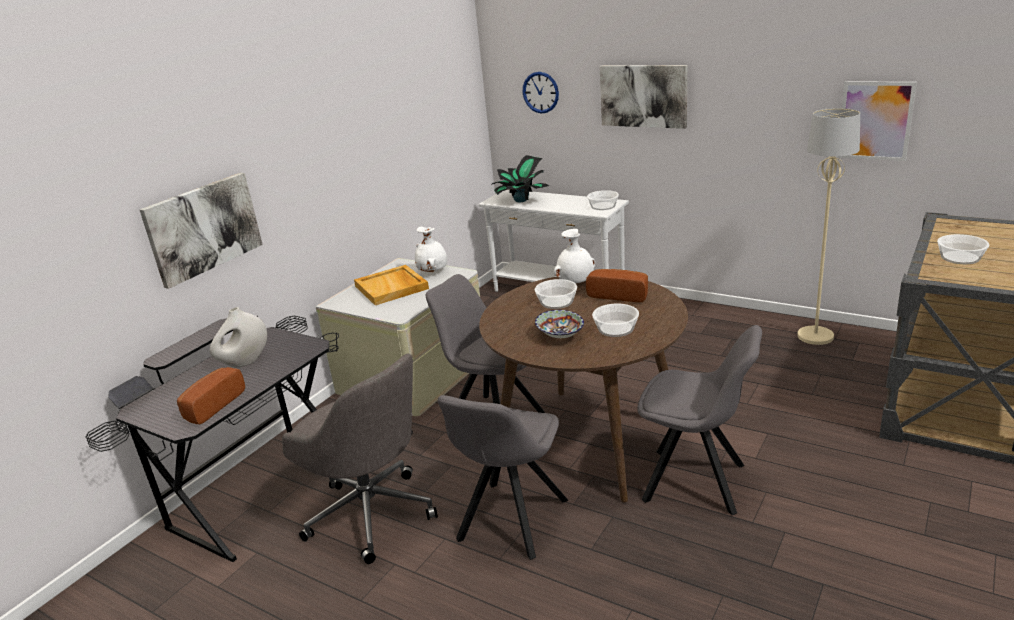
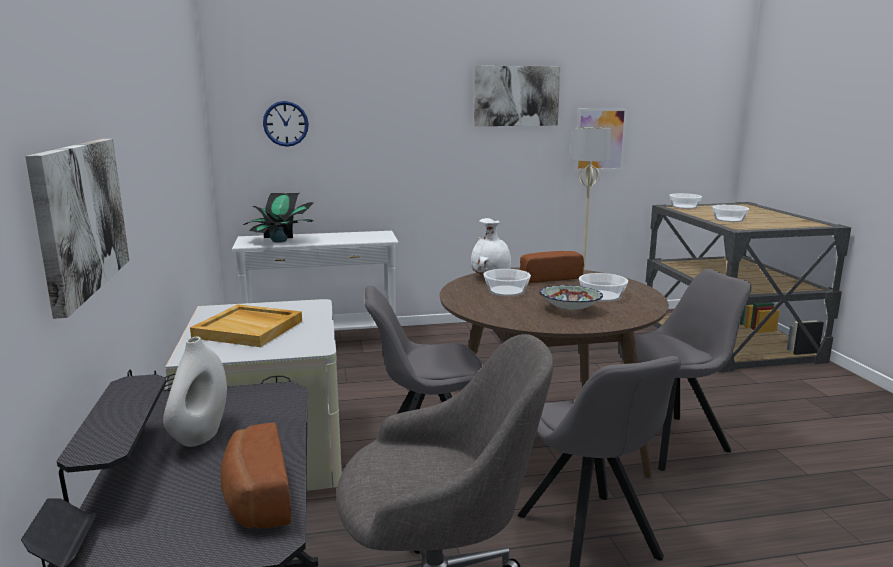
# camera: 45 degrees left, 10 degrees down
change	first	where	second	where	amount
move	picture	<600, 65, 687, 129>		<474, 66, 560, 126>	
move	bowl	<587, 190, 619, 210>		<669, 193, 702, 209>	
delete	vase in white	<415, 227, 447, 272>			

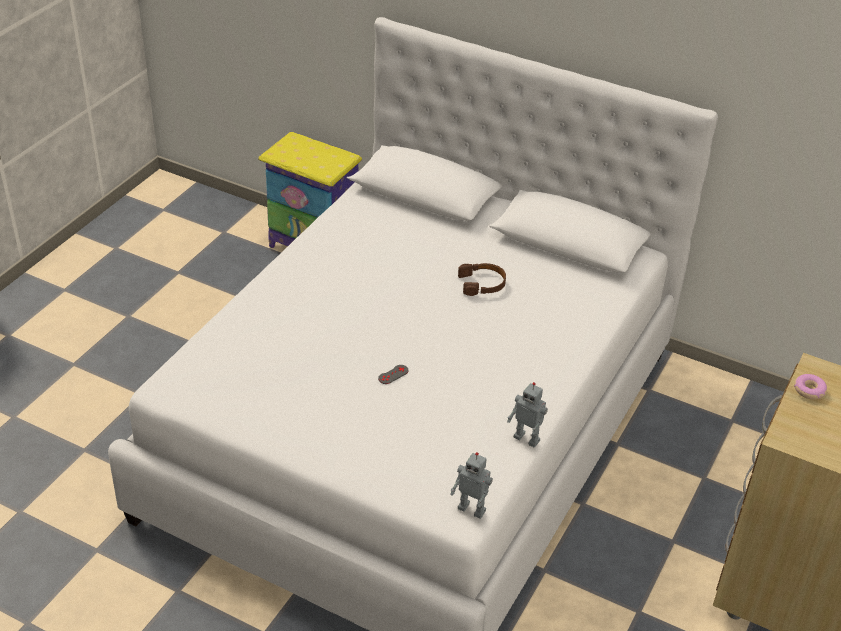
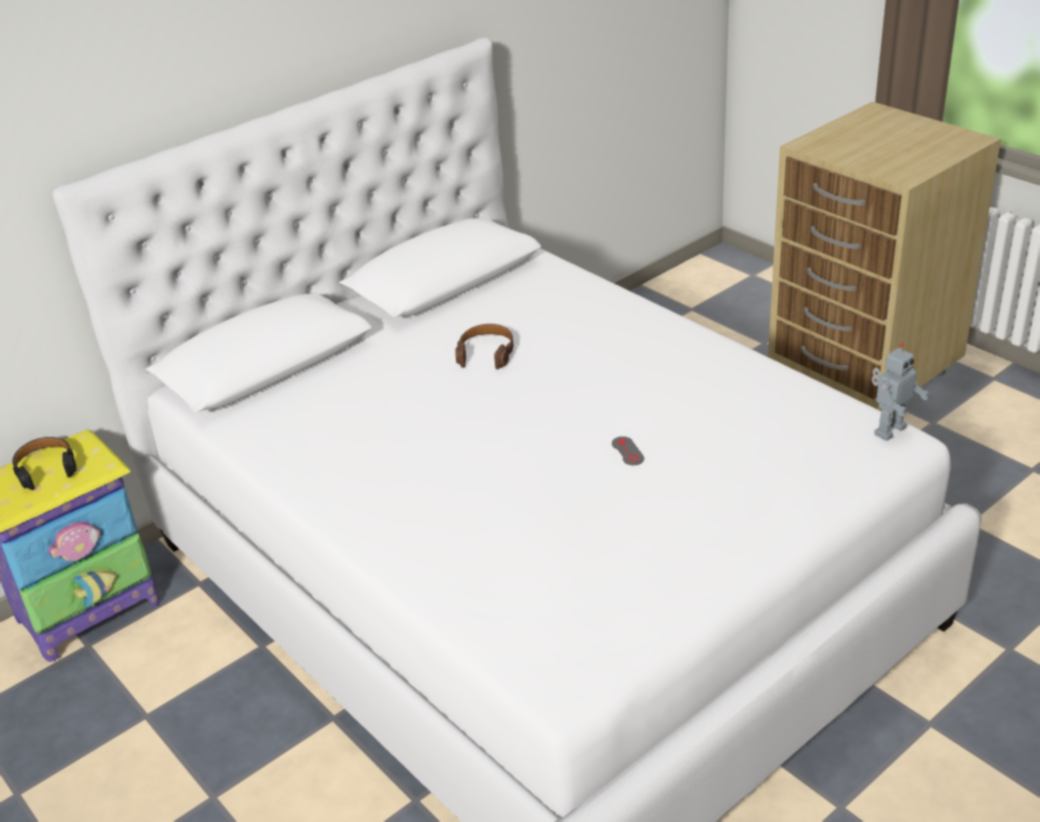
# camera: 65 degrees left, 5 degrees down
change	first	where	second	where	amount
insert			headphones in black	<12, 437, 77, 490>	
delete	toy robot	<507, 382, 548, 447>			
delete	donut	<794, 374, 827, 399>			

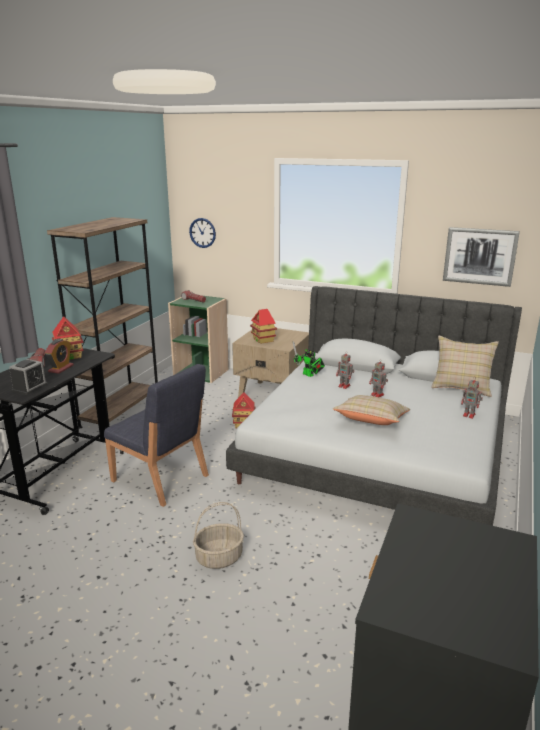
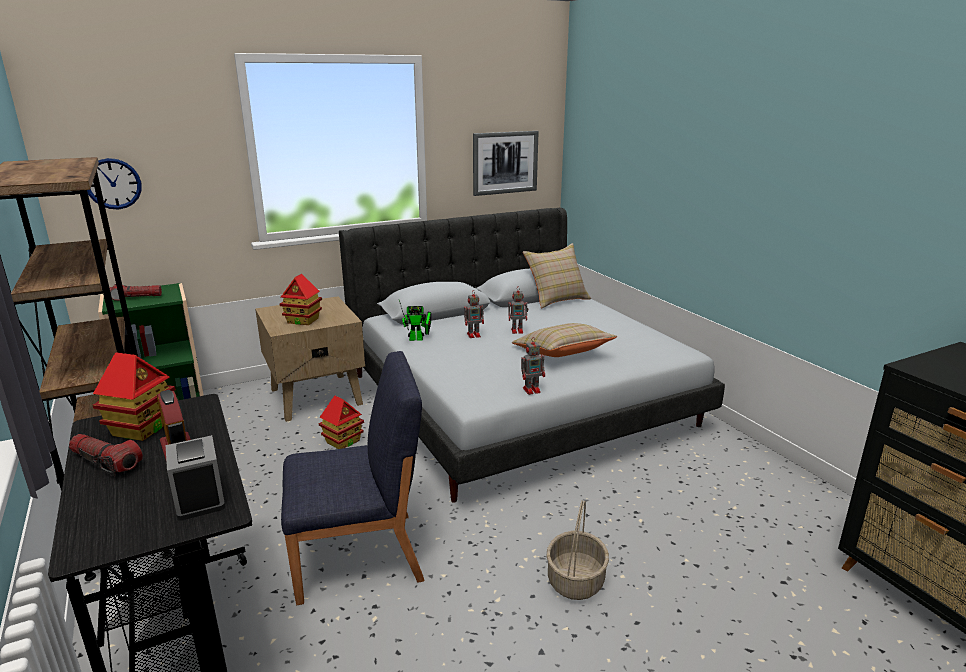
# camera: 50 degrees left, 0 degrees up
change	first	where	second	where	amount
move	toy robot	<461, 377, 483, 419>		<521, 337, 545, 395>	

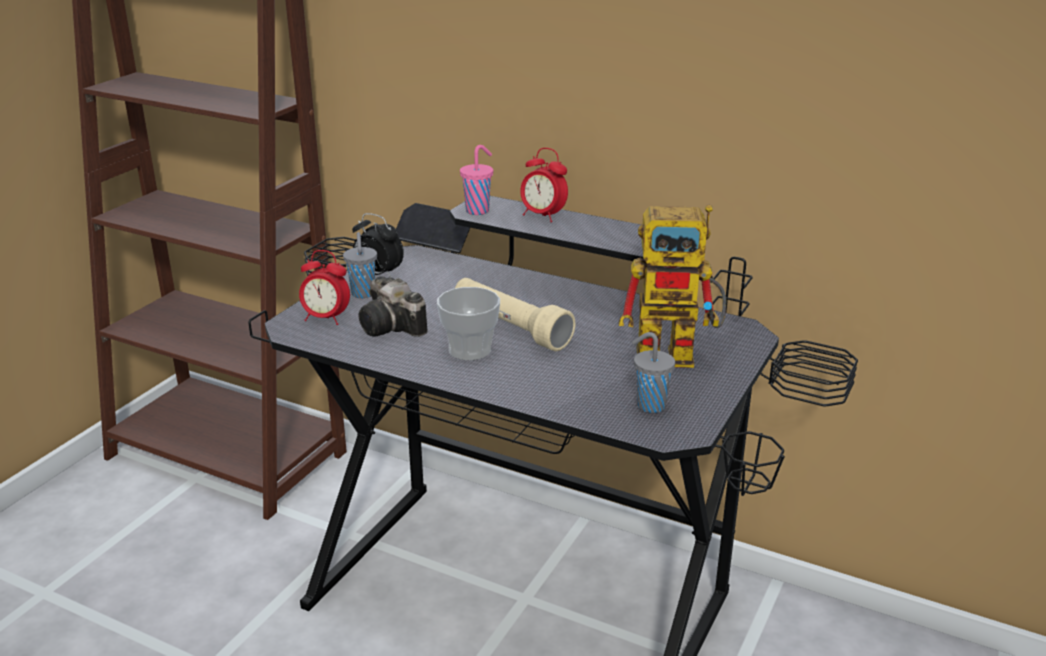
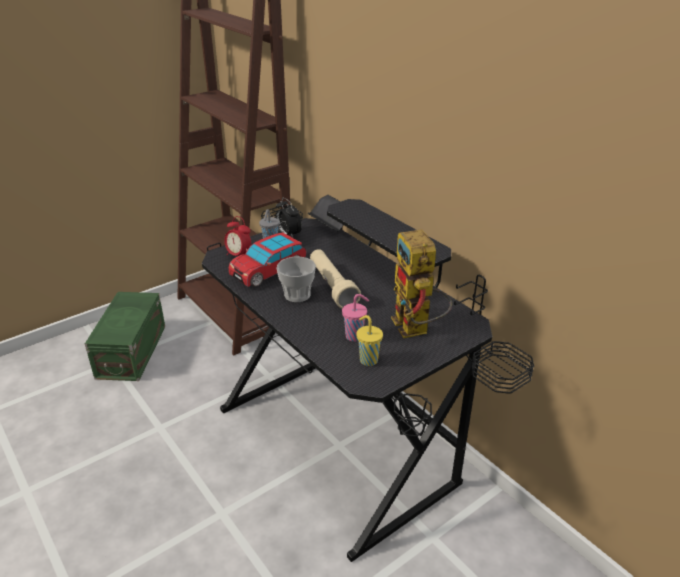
# camera: 25 degrees right, 5 degrees up
change	first	where	second	where	amount
insert			storage box in green	<85, 292, 165, 381>	
replace	photo camera	<358, 276, 427, 337>	toy car	<229, 233, 306, 287>	
move	cup in pink	<460, 145, 493, 215>		<342, 294, 369, 342>	
recolor	cup in grey	<632, 332, 675, 413>	cup in yellow	<356, 315, 383, 366>	
rotate	toy robot	<619, 204, 726, 368>		<391, 229, 452, 338>	45 degrees clockwise
delete	alarm clock	<520, 148, 568, 222>			

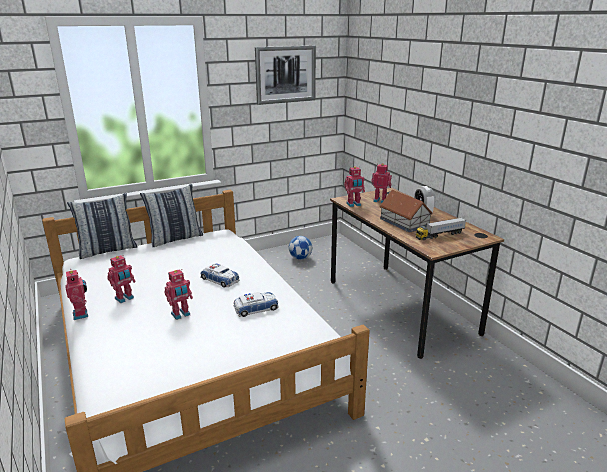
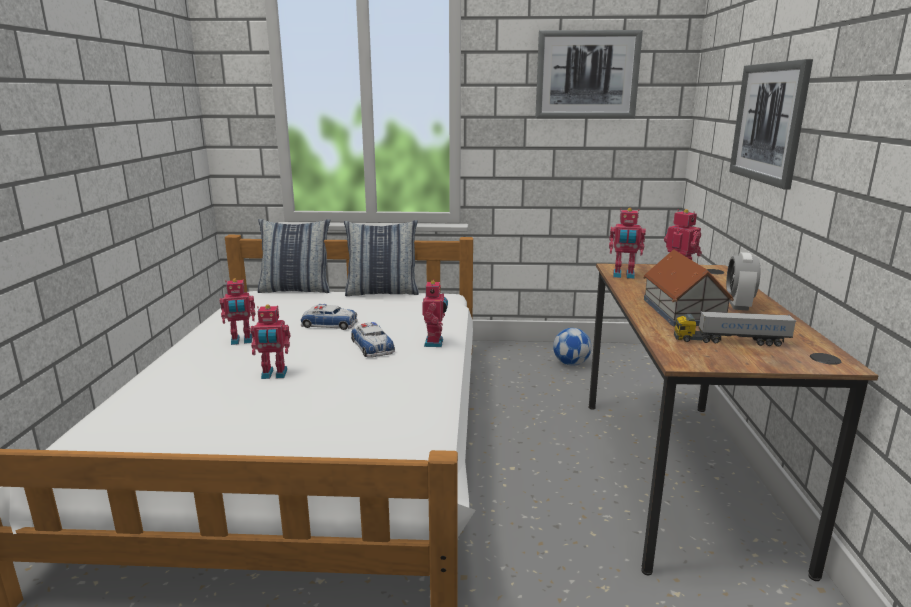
# camera: 30 degrees right, 5 degrees down
change	first	where	second	where	amount
move	toy car	<234, 292, 279, 317>		<301, 304, 358, 330>	
move	toy robot	<65, 270, 88, 320>		<422, 279, 448, 347>	
insert			picture	<729, 59, 813, 189>	

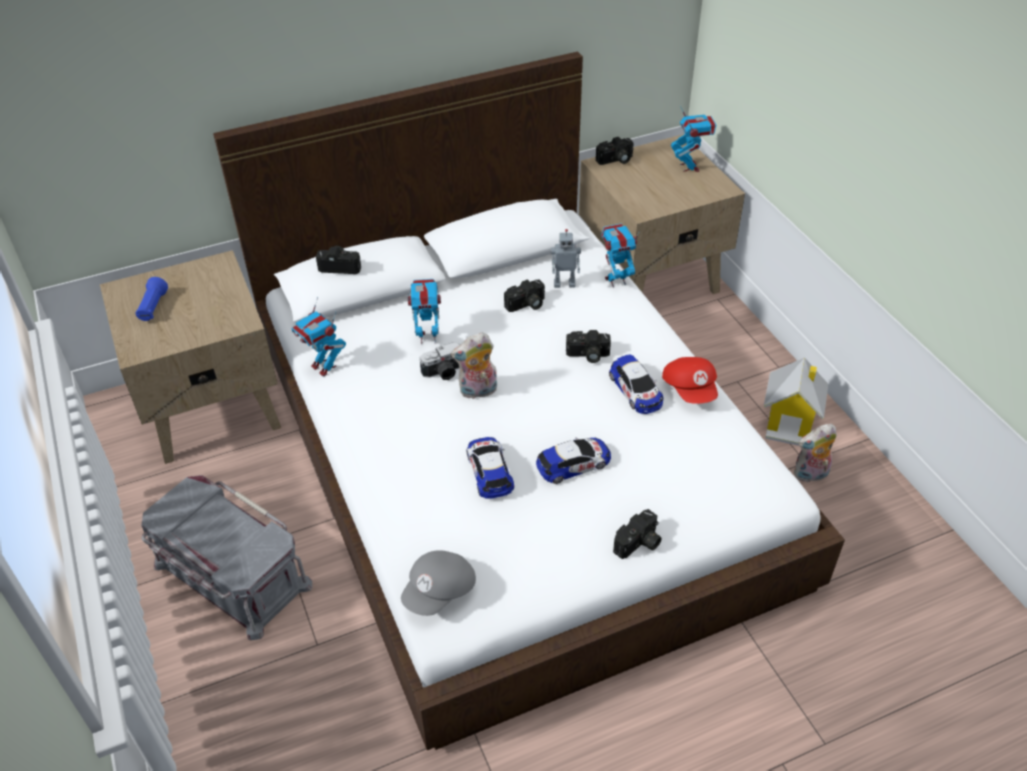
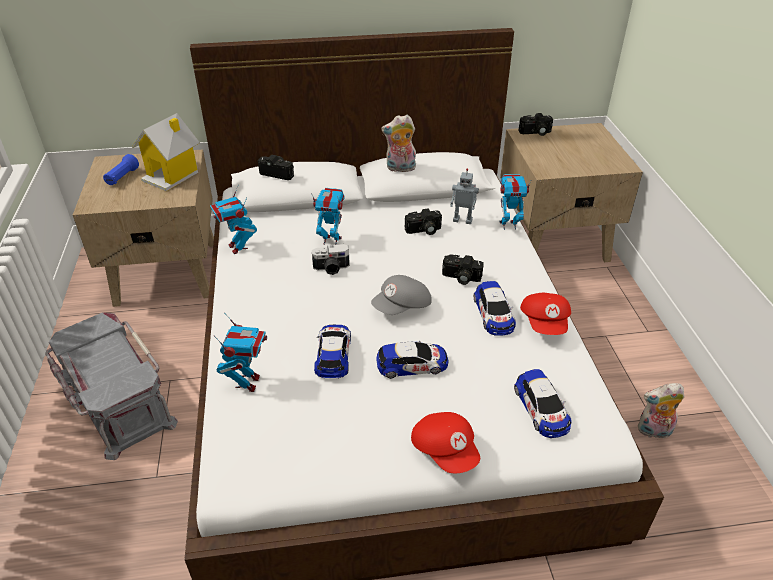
# camera: 15 degrees right, 5 degrees down
change	first	where	second	where	amount
move	toy house	<764, 357, 828, 446>		<132, 113, 200, 191>	
move	toy robot	<671, 106, 716, 172>		<214, 312, 267, 392>	
move	cap in grey	<401, 550, 476, 616>		<371, 275, 432, 315>	
move	plush toy	<451, 332, 497, 399>		<381, 115, 416, 172>	
replace	photo camera	<613, 509, 662, 559>	cap in red	<411, 412, 480, 473>	
insert			toy car	<514, 369, 572, 438>	

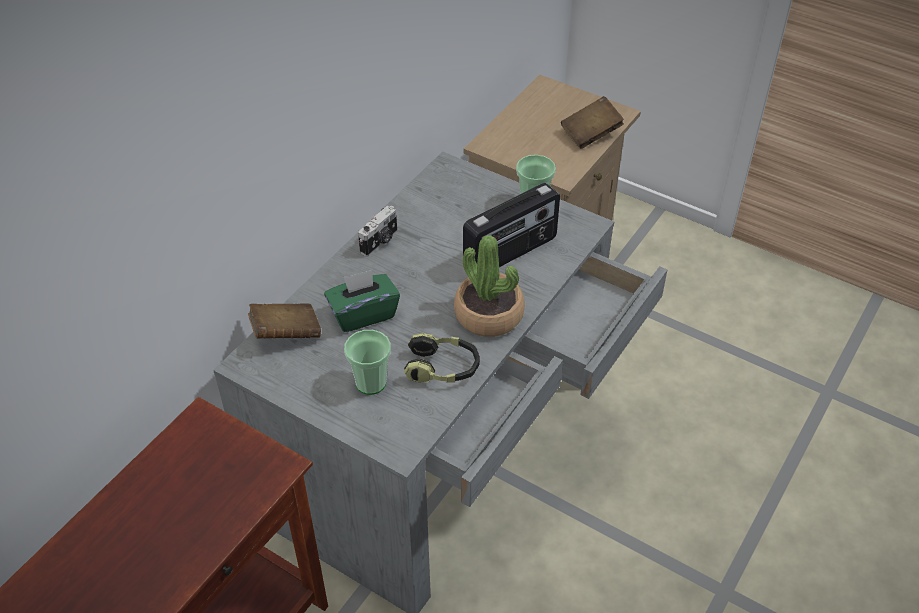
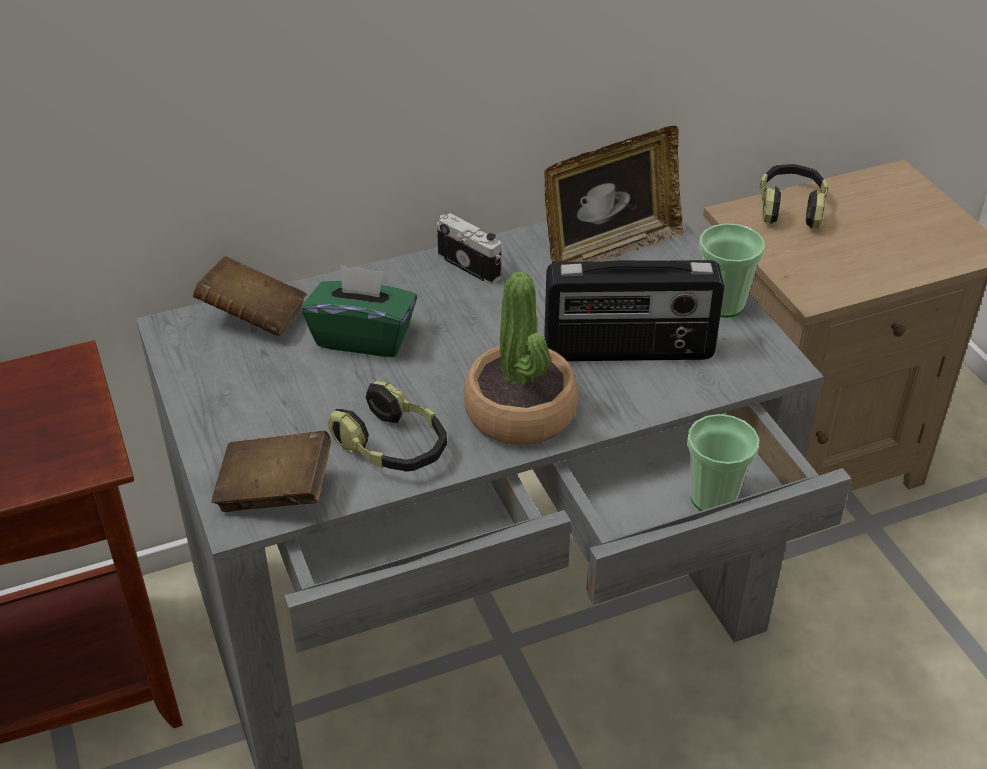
# camera: 35 degrees right, 5 degrees down
change	first	where	second	where	amount
move	book in brown	<561, 96, 624, 149>		<211, 431, 331, 512>	
rotate	photo camera	<358, 206, 397, 257>		<437, 213, 501, 284>	120 degrees counterclockwise
insert			picture frame	<544, 126, 684, 263>	
move	cup	<344, 330, 391, 395>		<687, 414, 760, 511>	
insert			headphones	<760, 164, 828, 228>	

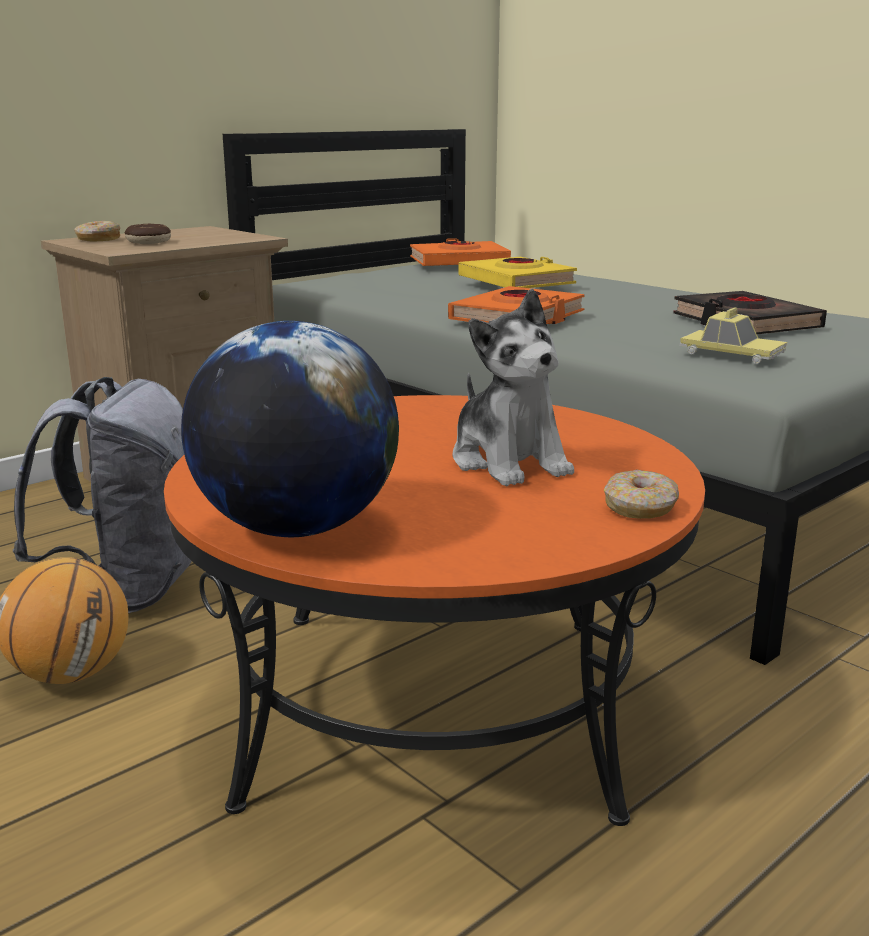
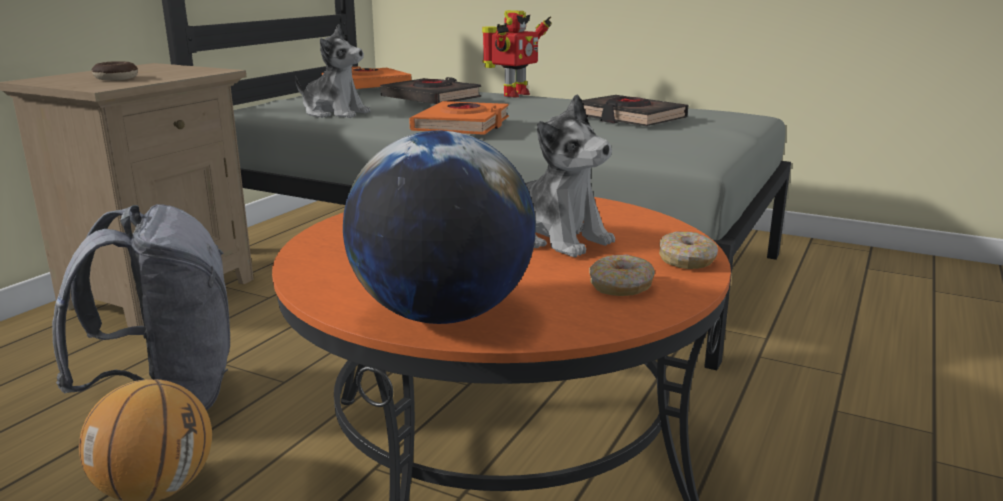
# camera: 20 degrees left, 0 degrees up
change	first	where	second	where	amount
insert			plush toy	<295, 24, 371, 118>	
recolor	book in yellow	<458, 257, 577, 288>	book in black	<380, 77, 481, 104>	
insert			toy robot	<482, 10, 551, 97>	
move	donut	<74, 221, 120, 241>		<589, 254, 655, 296>	
delete	toy car	<680, 307, 787, 364>			

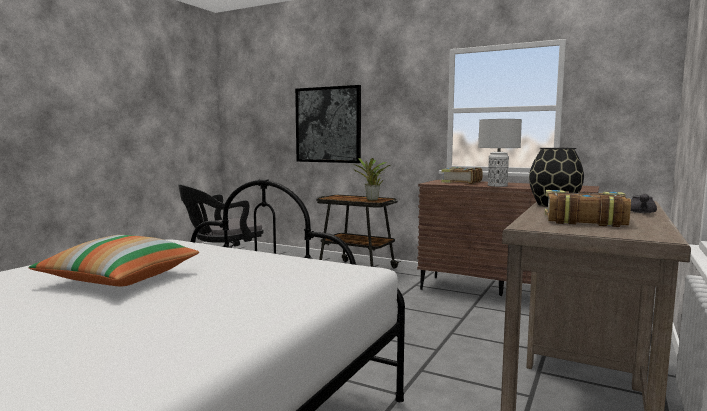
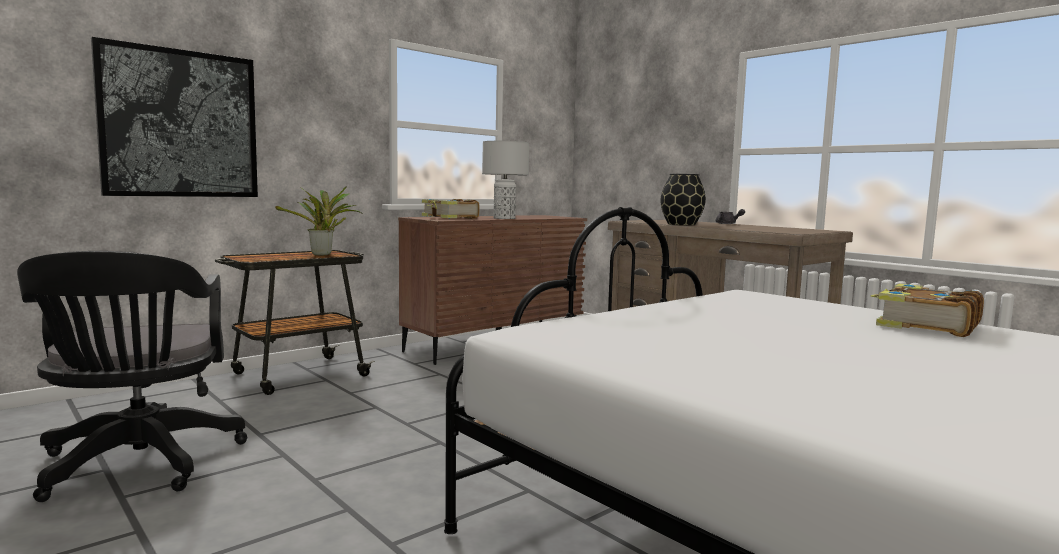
# camera: 70 degrees left, 0 degrees up
change	first	where	second	where	amount
move	book	<545, 190, 631, 227>		<870, 284, 984, 337>	
delete	pillow	<28, 235, 199, 286>			

